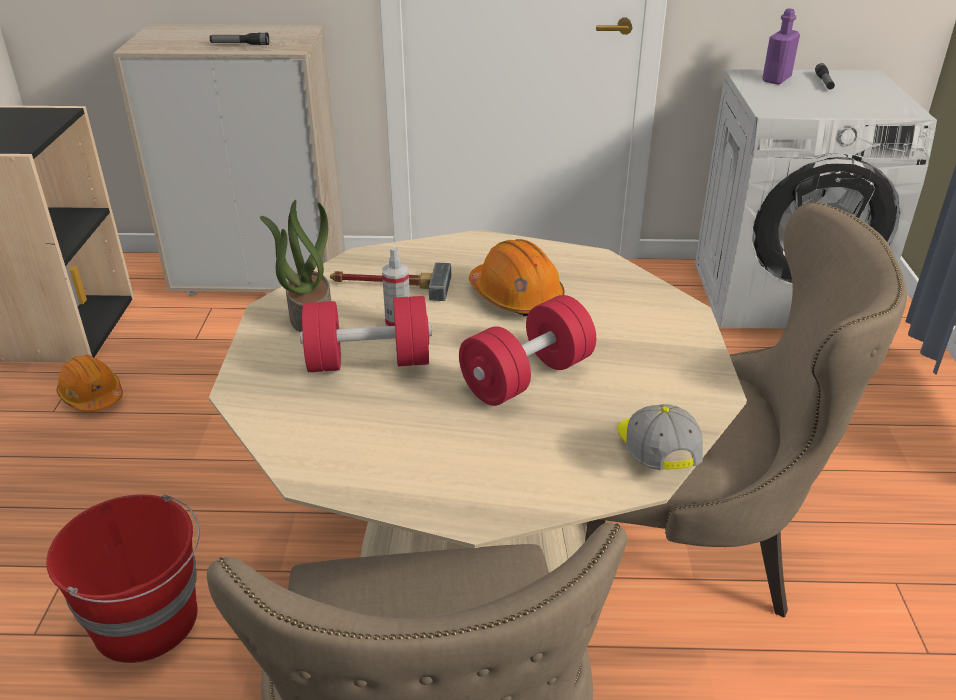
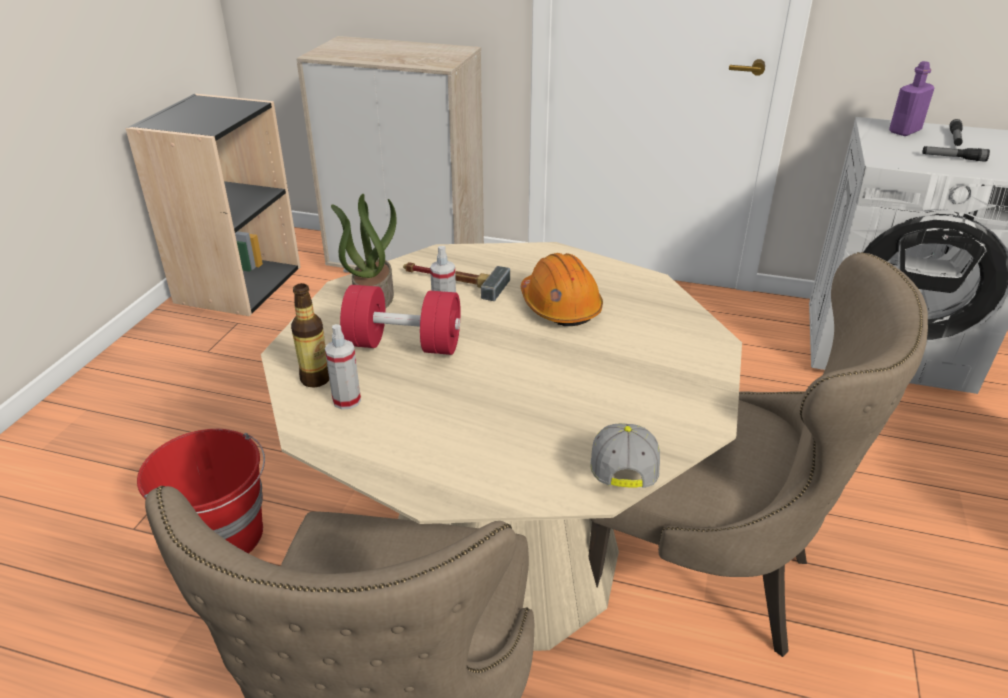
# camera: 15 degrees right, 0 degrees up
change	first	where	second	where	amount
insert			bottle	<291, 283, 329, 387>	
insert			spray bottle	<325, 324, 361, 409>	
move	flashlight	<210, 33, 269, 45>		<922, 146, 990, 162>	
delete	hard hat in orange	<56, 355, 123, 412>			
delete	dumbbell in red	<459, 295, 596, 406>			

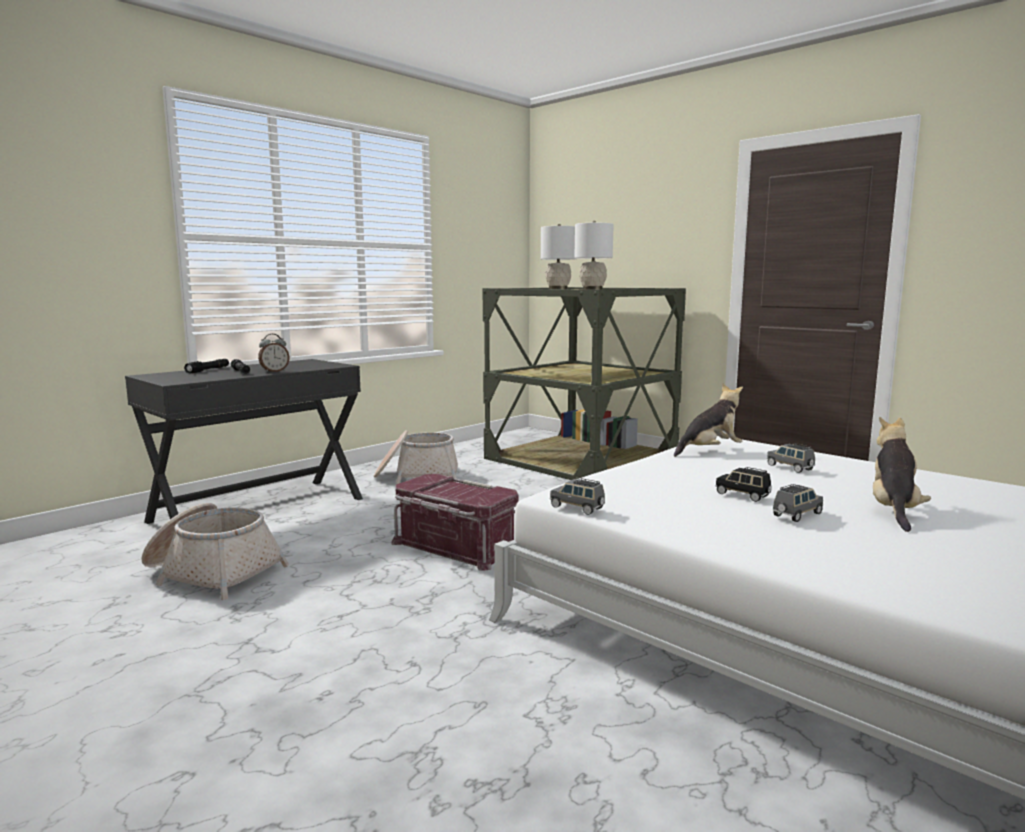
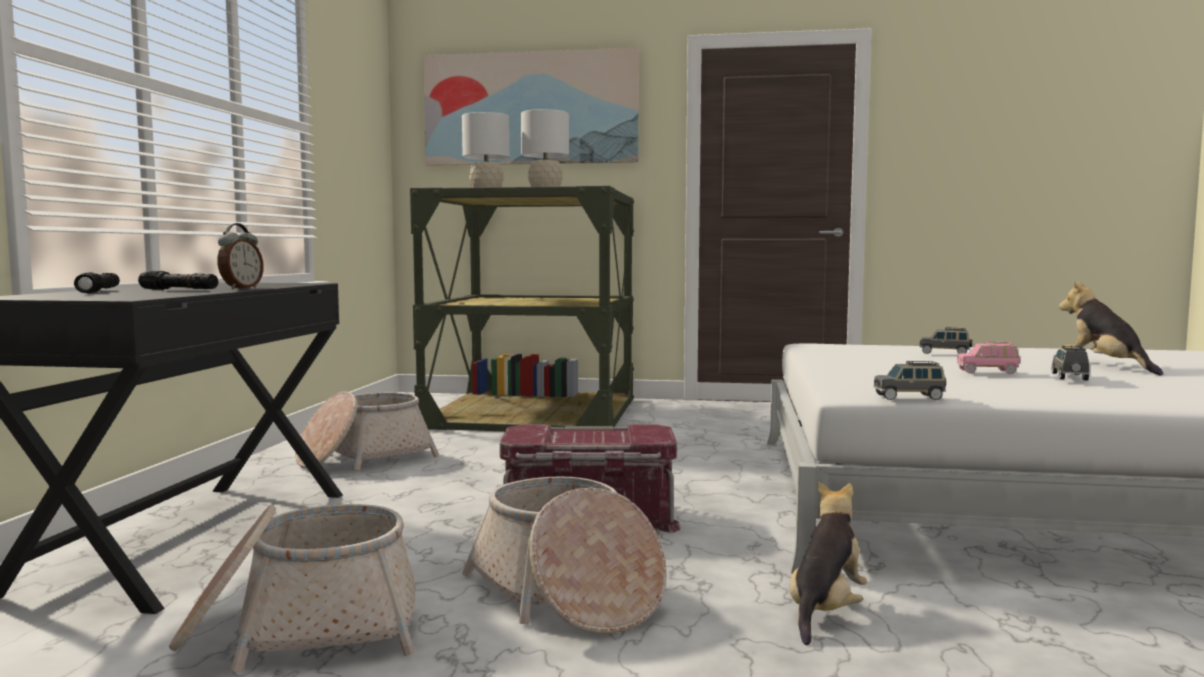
# camera: 35 degrees left, 5 degrees down
change	first	where	second	where	amount
insert			picture	<423, 48, 639, 166>	
insert			basket	<462, 477, 667, 634>	
move	plush toy	<674, 384, 743, 457>		<789, 481, 867, 645>	
recolor	toy car in black	<716, 467, 772, 502>	toy car in pink	<957, 342, 1020, 374>	

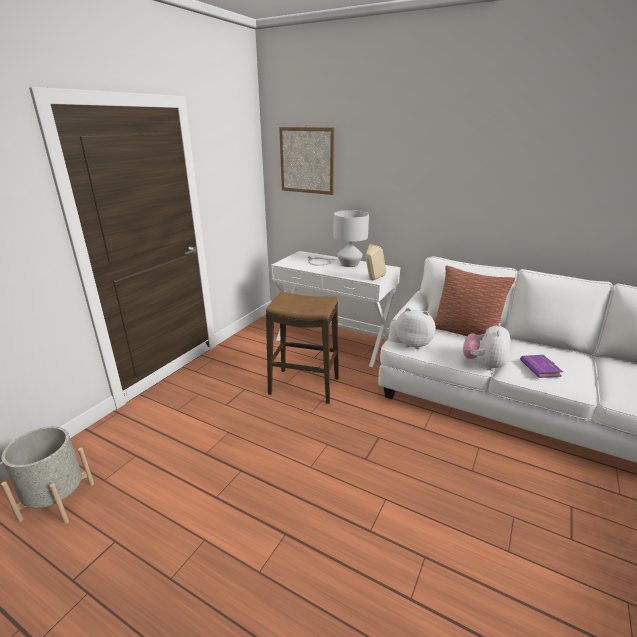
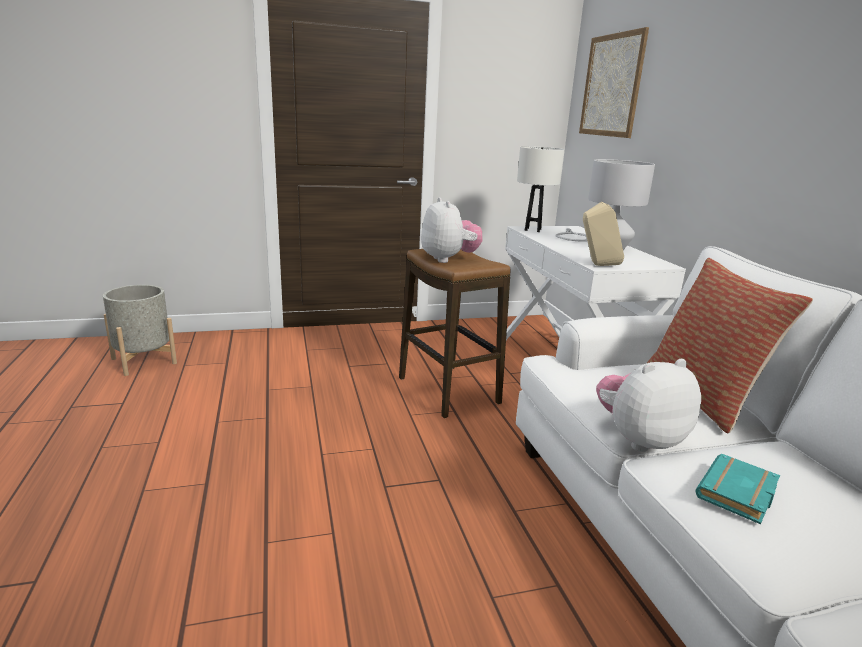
# camera: 45 degrees right, 5 degrees down
change	first	where	second	where	amount
move	plush toy	<396, 308, 436, 349>		<421, 197, 483, 263>	
insert			table lamp in white	<517, 146, 565, 232>	
recolor	book in purple	<520, 355, 563, 378>	book in turquoise	<695, 453, 780, 524>	

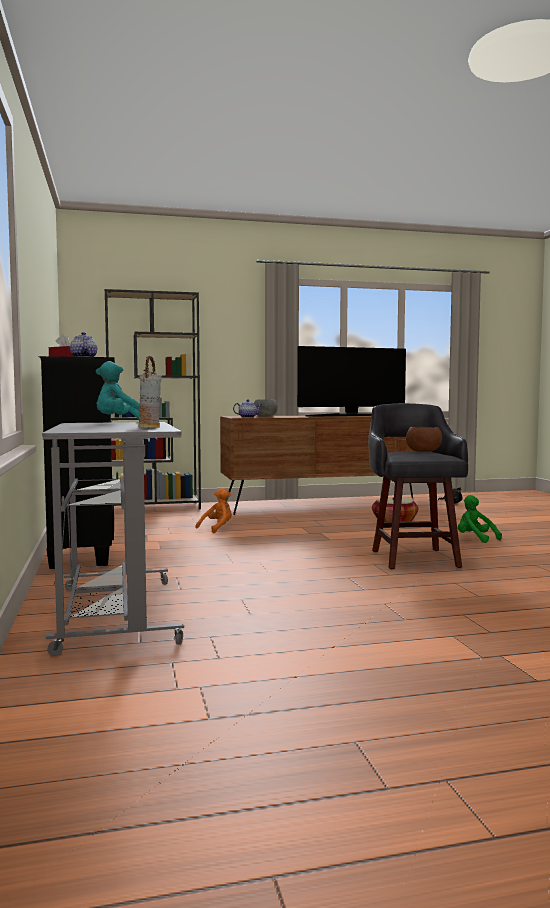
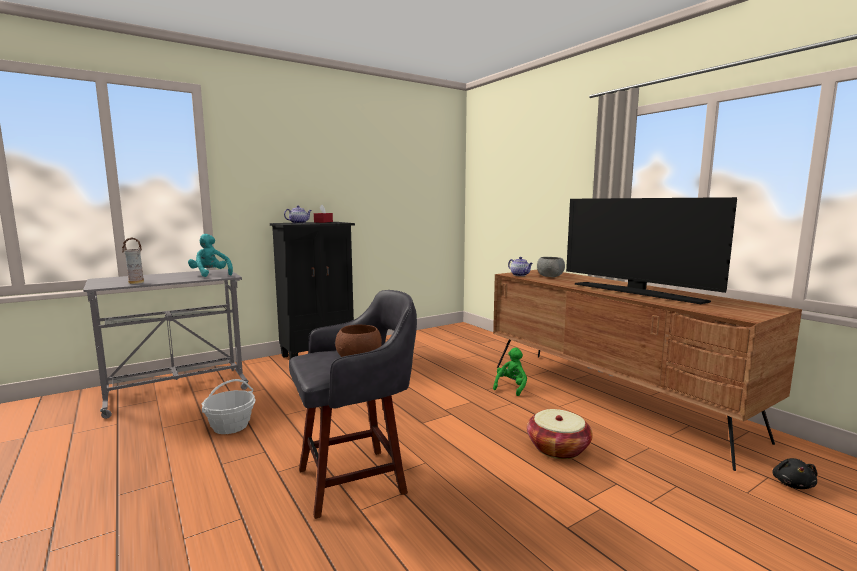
# camera: 70 degrees right, 5 degrees up
change	first	where	second	where	amount
insert			basket	<202, 379, 256, 434>	
move	plush toy in green	<458, 495, 502, 543>		<493, 347, 527, 396>	
delete	bookcase	<105, 289, 201, 509>			
delete	plush toy in orange	<195, 488, 232, 533>			

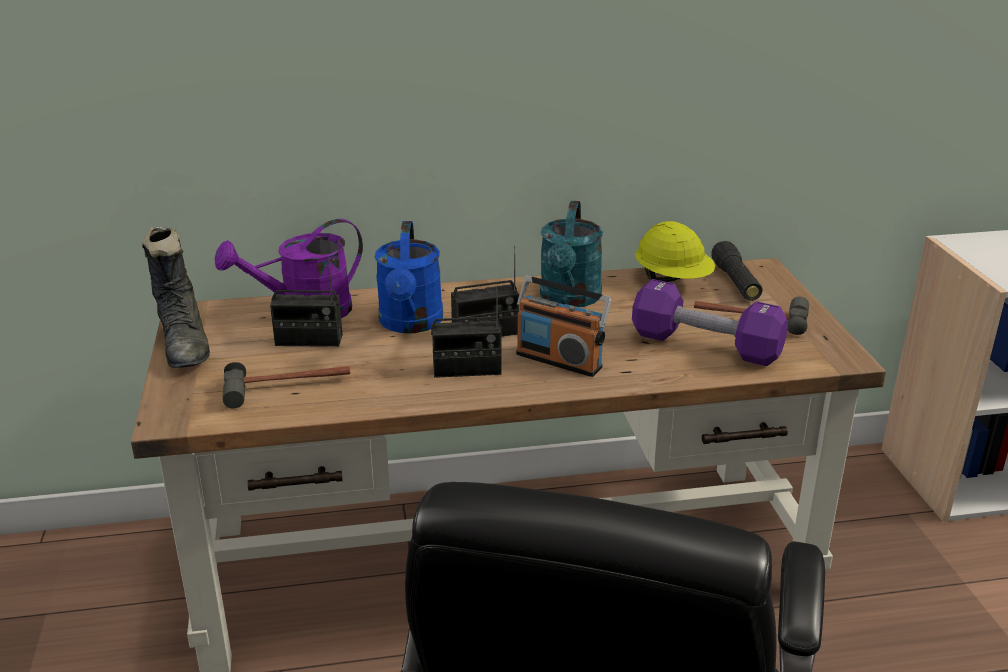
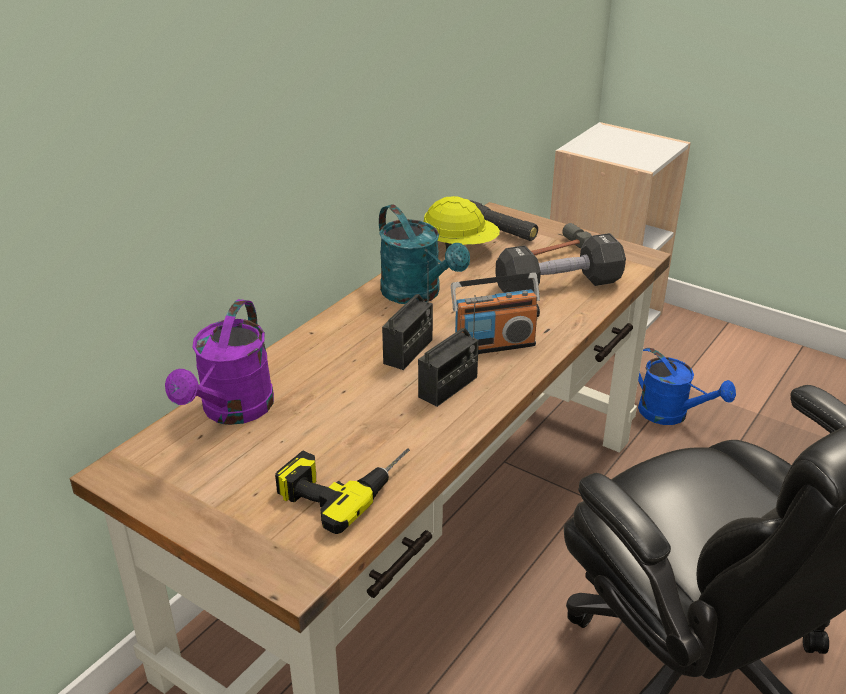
# camera: 45 degrees left, 5 degrees up
change	first	where	second	where	amount
replace	hammer	<223, 362, 350, 408>	power drill	<275, 448, 410, 534>	
recolor	dumbbell in purple	<632, 279, 788, 366>	dumbbell in black	<495, 233, 626, 293>	
move	watering can in blue	<375, 221, 443, 333>		<638, 348, 736, 425>	
delete	boot in black	<142, 227, 210, 368>			
delete	radio	<270, 256, 343, 347>			

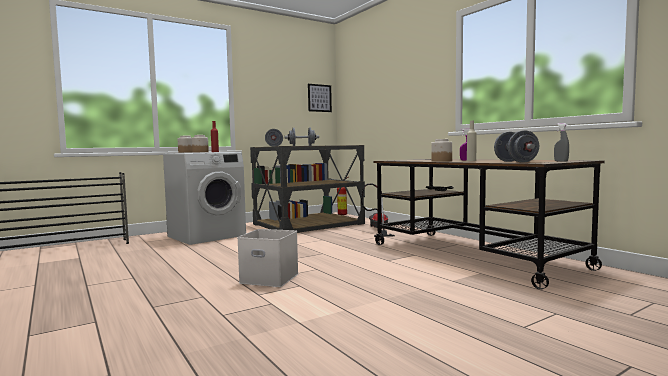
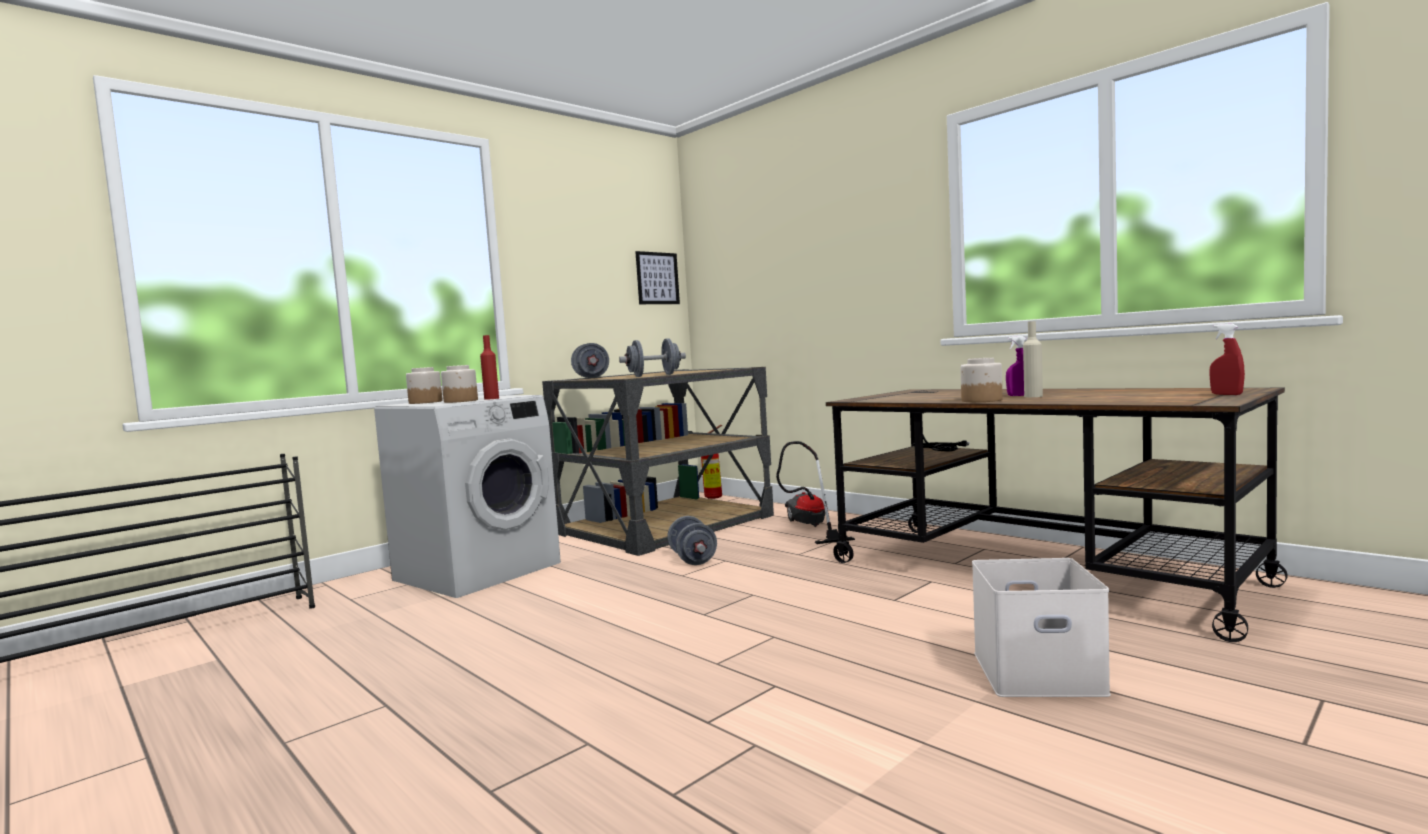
# camera: 10 degrees left, 0 degrees up
change	first	where	second	where	amount
move	dumbbell in grey	<494, 131, 539, 163>		<667, 516, 717, 565>	
move	storage box in white	<237, 229, 298, 287>		<972, 558, 1111, 697>	
recolor	spray bottle in grey	<554, 123, 569, 162>	spray bottle in red	<1210, 324, 1245, 395>	

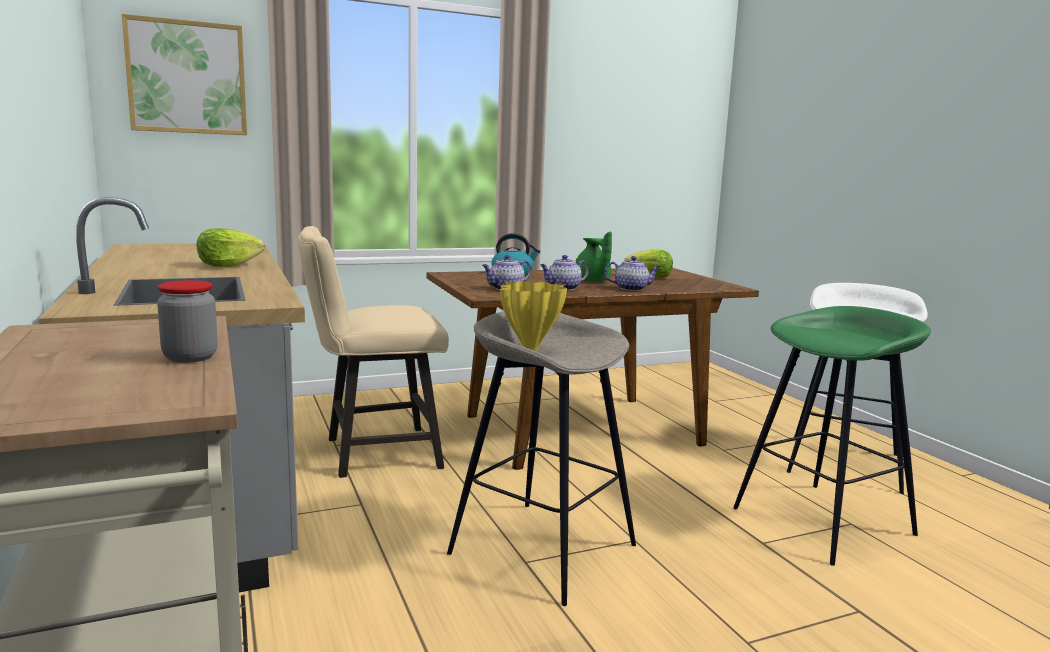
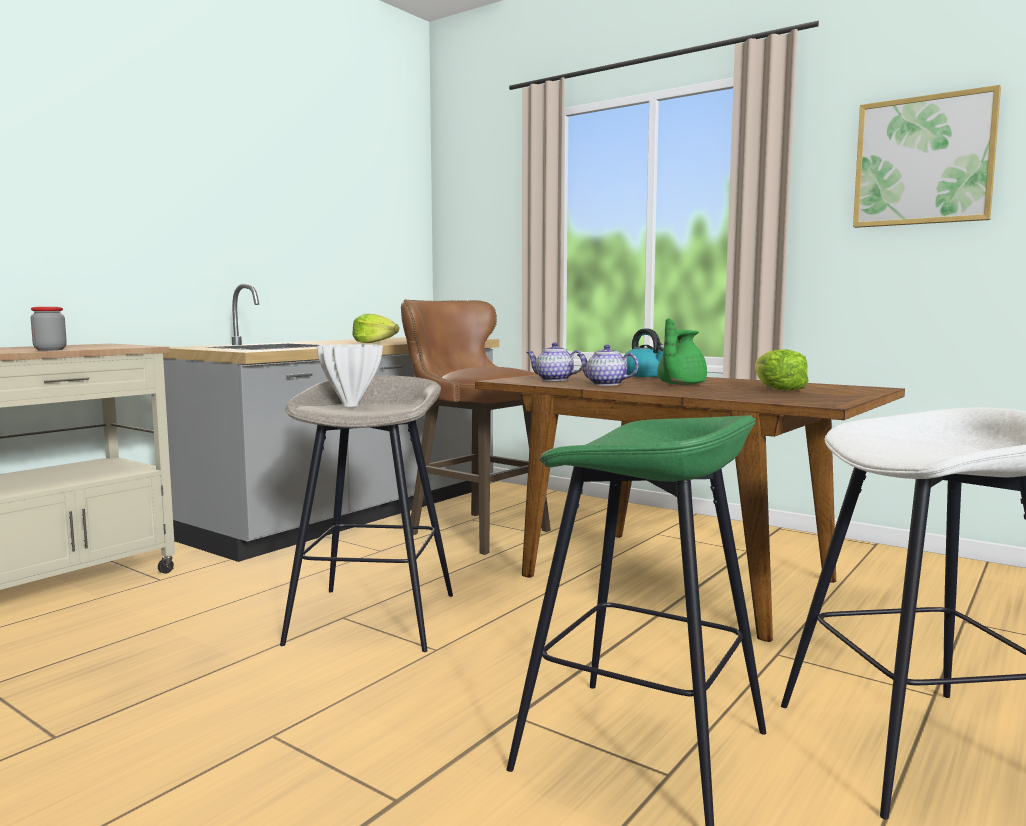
# camera: 60 degrees right, 5 degrees down
change	first	where	second	where	amount
recolor	vase in yellow	<500, 281, 567, 350>	vase in white	<317, 344, 383, 407>	
replace	chair in beige	<298, 226, 449, 478>	stool in brown	<401, 299, 551, 555>	
move	picture	<122, 14, 247, 135>		<853, 85, 1001, 228>	
delete	teapot	<605, 256, 660, 291>			

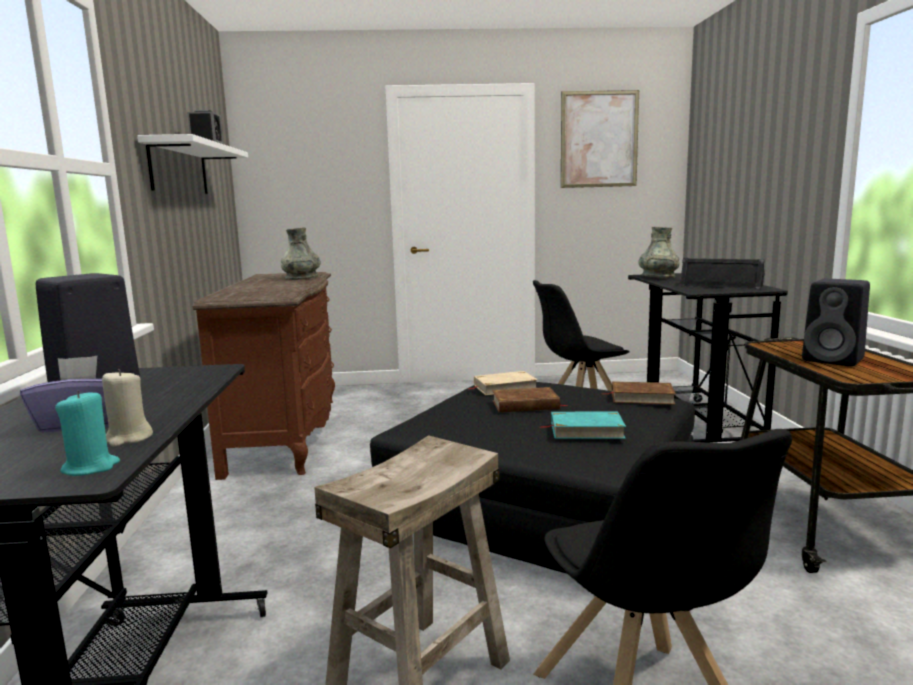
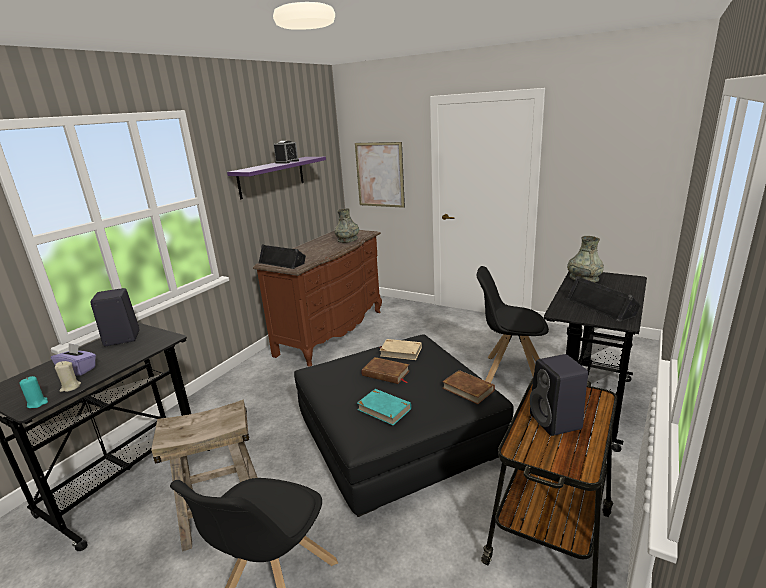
# camera: 35 degrees right, 10 degrees up
change	first	where	second	where	amount
recolor	shelf in white	<137, 134, 248, 194>	shelf in purple	<227, 157, 326, 199>	
insert			speaker in black	<258, 244, 306, 269>	
move	picture	<561, 90, 639, 188>		<355, 142, 405, 208>	

